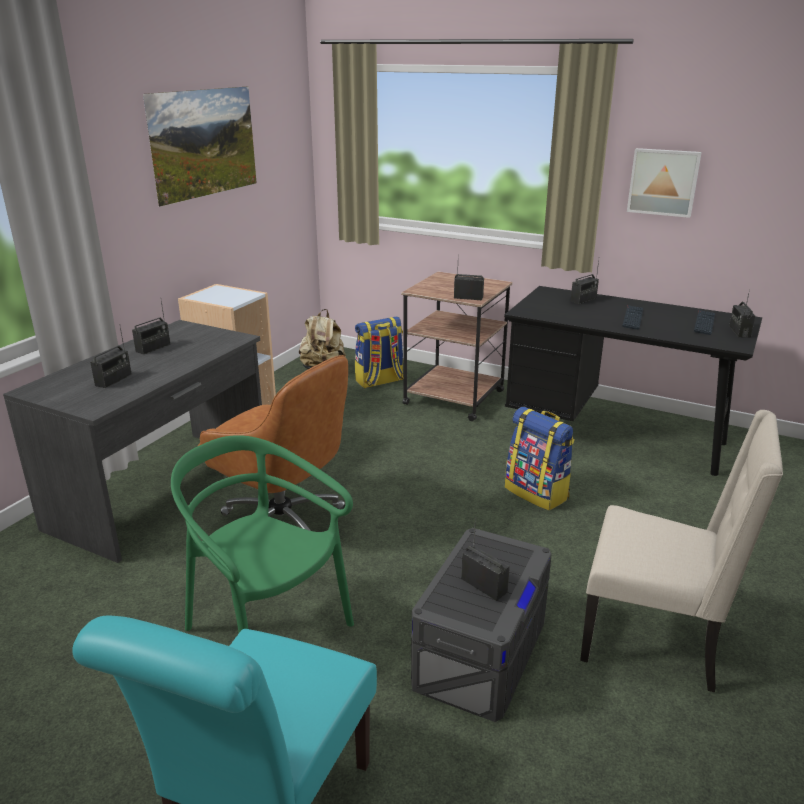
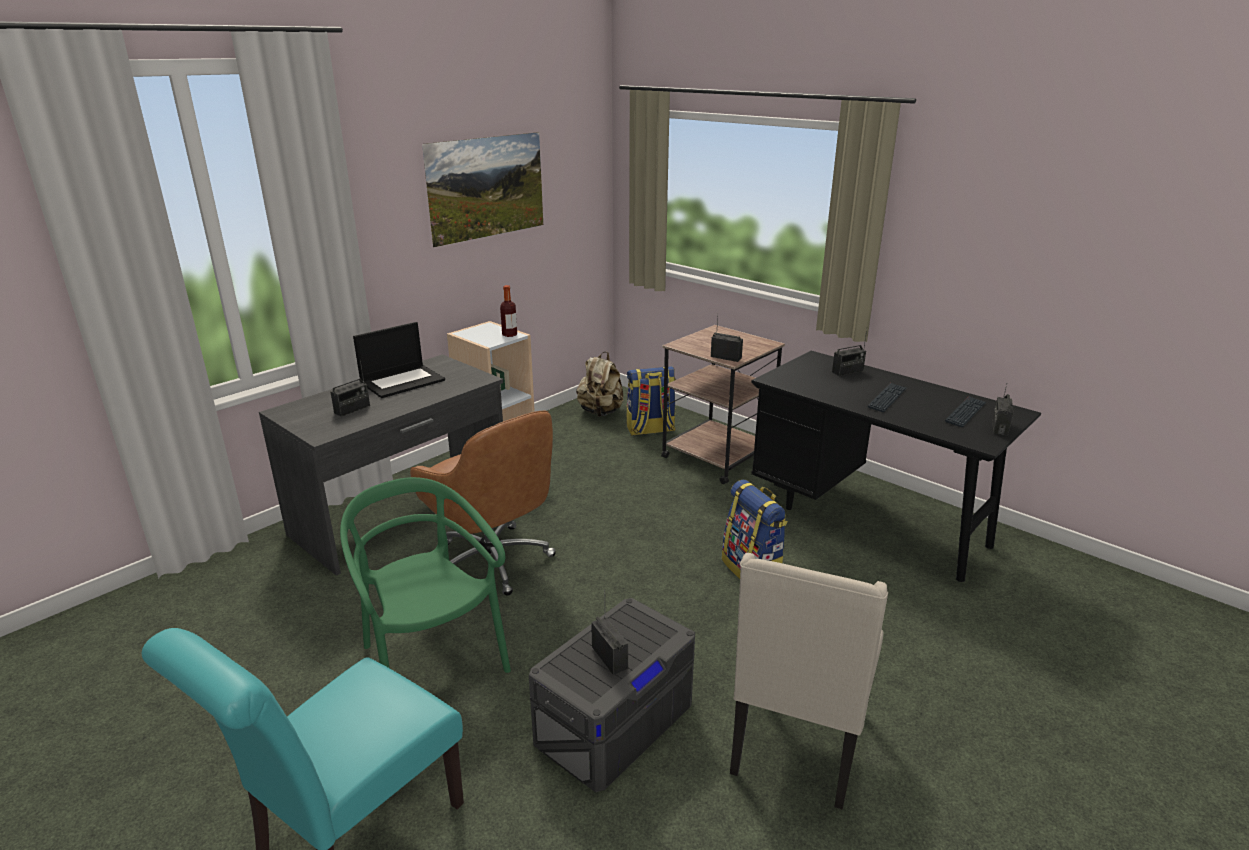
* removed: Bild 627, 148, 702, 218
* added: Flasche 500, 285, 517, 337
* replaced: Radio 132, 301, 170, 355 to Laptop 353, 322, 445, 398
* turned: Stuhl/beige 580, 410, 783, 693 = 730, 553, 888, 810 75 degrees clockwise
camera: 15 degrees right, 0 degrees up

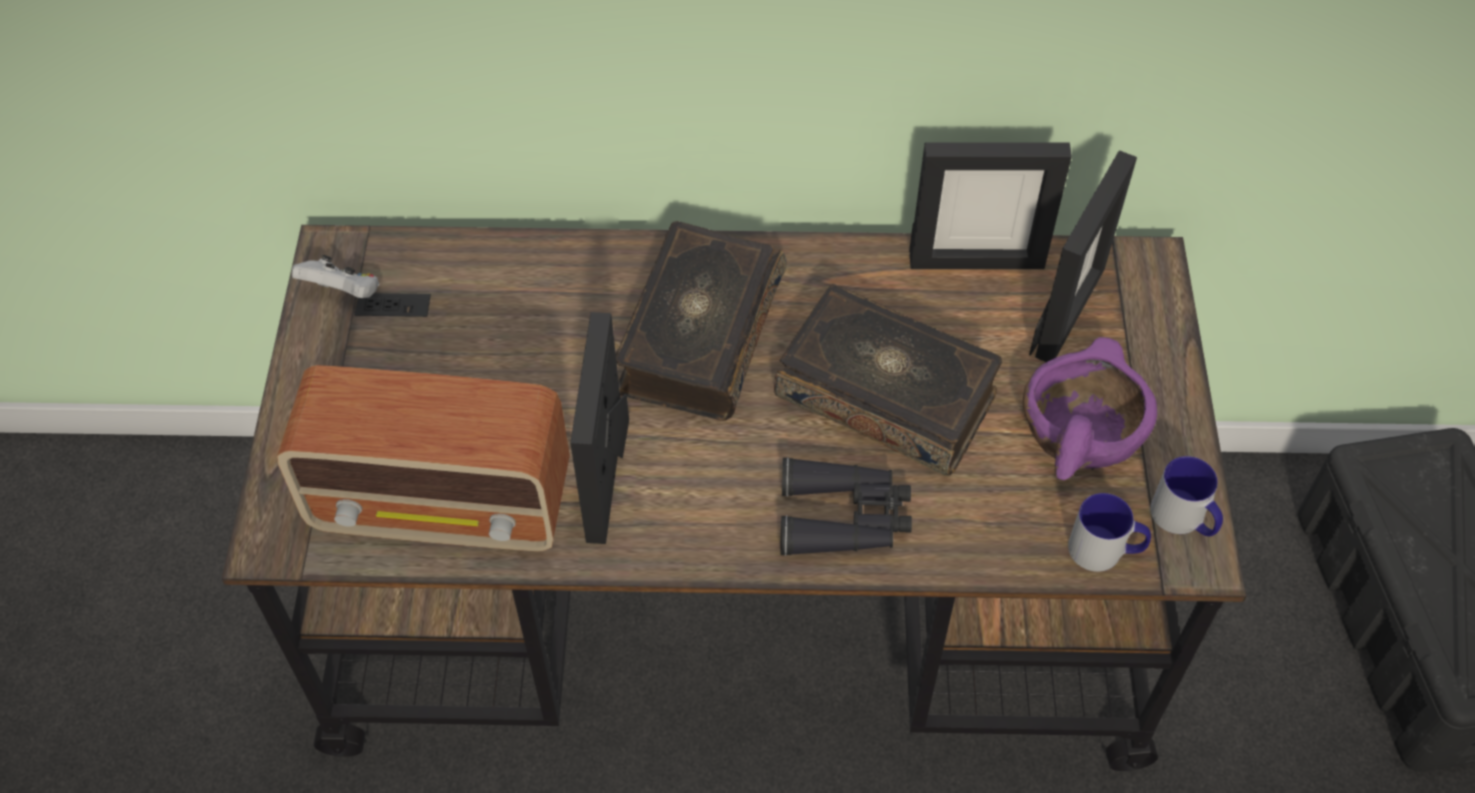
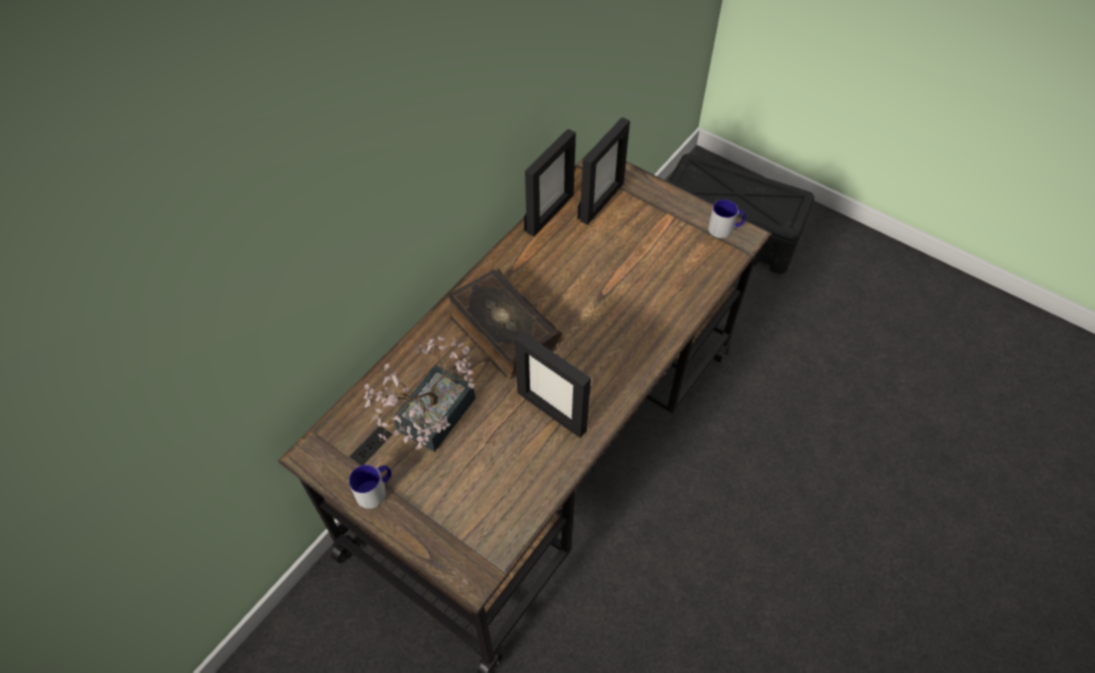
* removed: Radio 277, 365, 570, 552
* removed: Gamepad/weiß 291, 255, 379, 298
* removed: Buch 774, 284, 1002, 476
* removed: Fernglas/schwarz 780, 457, 912, 556
* removed: Schüssel/lila 1023, 337, 1157, 480
* added: Topfpflanze 364, 336, 475, 452
* moved: Henkelbecher 1068, 493, 1151, 572 to 349, 465, 392, 509
* turned: Bilderrahmen 1029, 150, 1137, 362 = 577, 117, 630, 225 60 degrees clockwise
camera: 55 degrees left, 0 degrees up

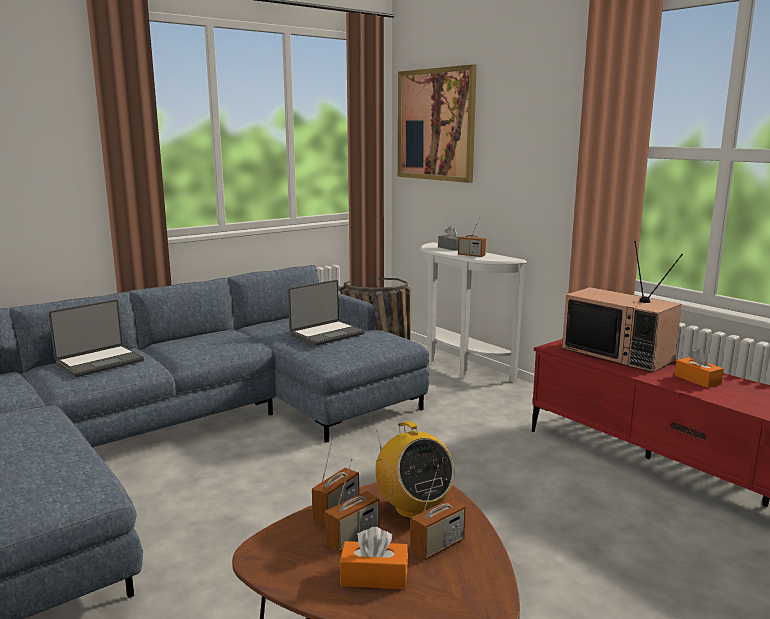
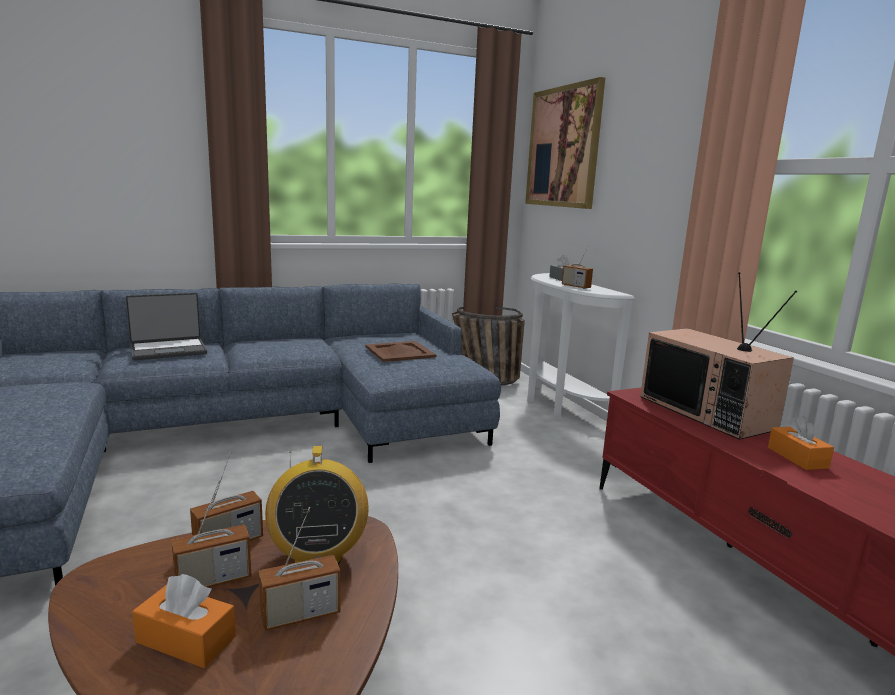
* replaced: Laptop 288, 280, 365, 346 to Tablett/braun 366, 341, 436, 362
camera: 15 degrees right, 0 degrees up

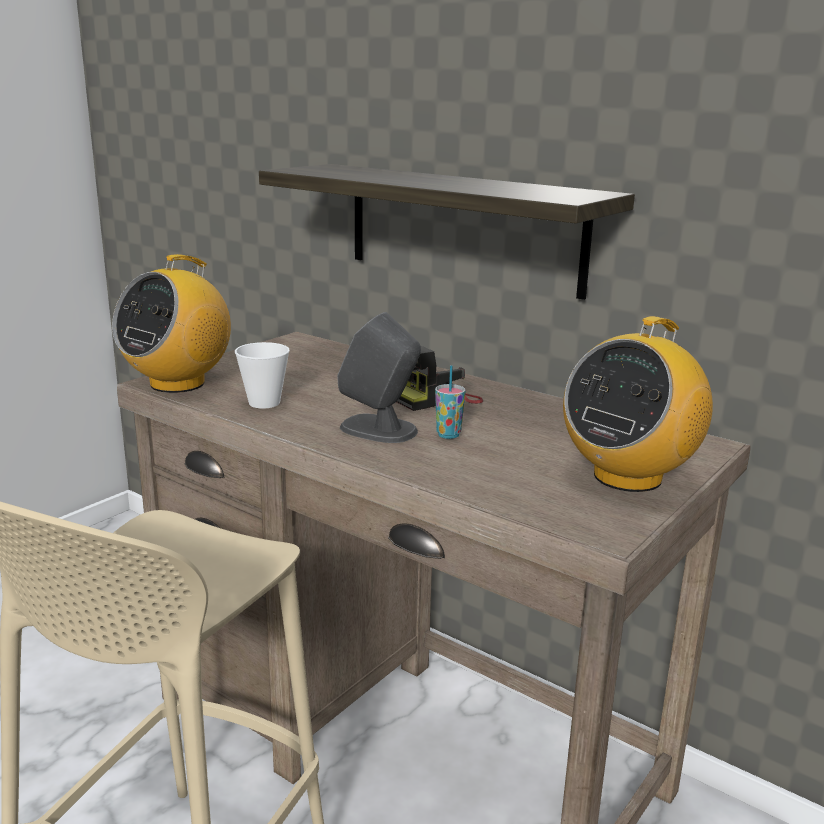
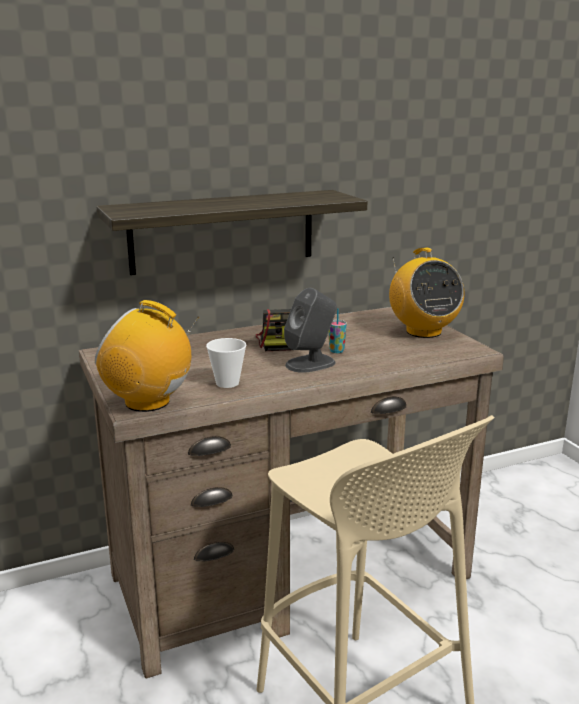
* turned: Radio 112, 254, 231, 393 = 95, 300, 199, 412 135 degrees clockwise
camera: 60 degrees left, 0 degrees up

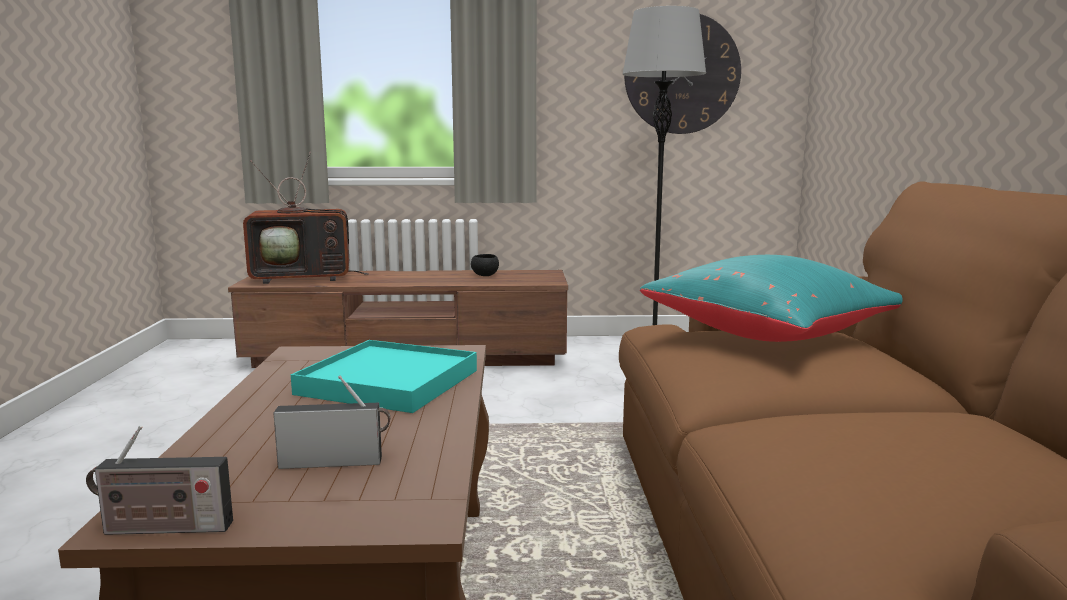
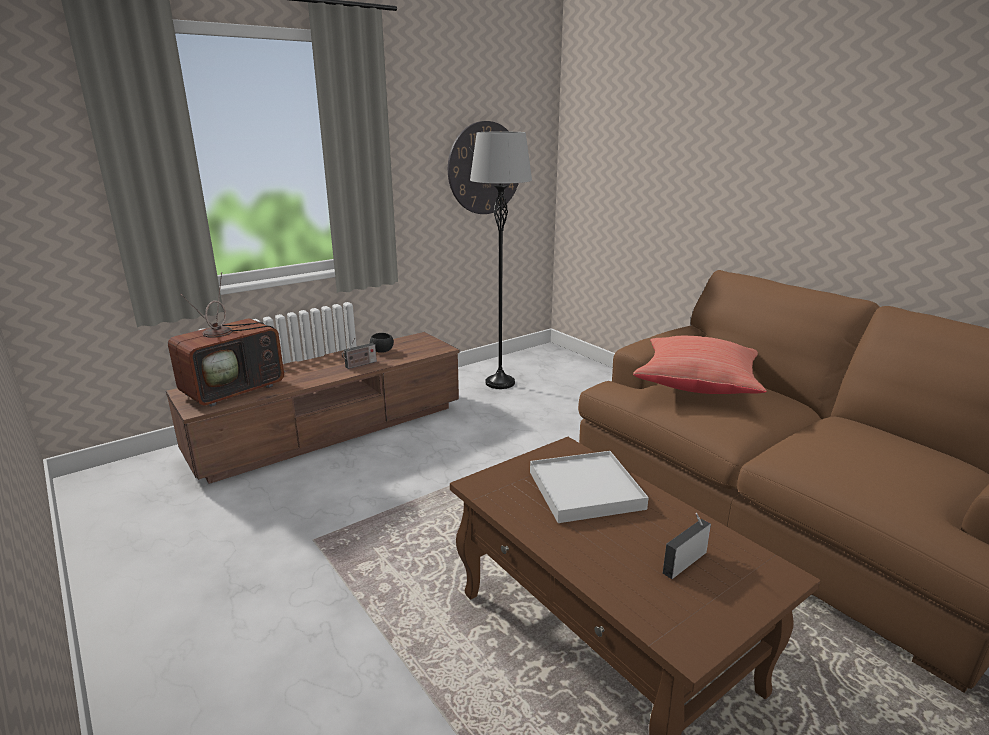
* moved: Radio 86, 425, 233, 535 to 341, 338, 377, 369
* recoloured: Tablett/türkis 291, 340, 477, 413 to Tablett/weiß 530, 451, 649, 523
* recoloured: Kissen/türkis 640, 255, 902, 342 to Kissen/rot 633, 336, 767, 394
camera: 35 degrees left, 10 degrees up

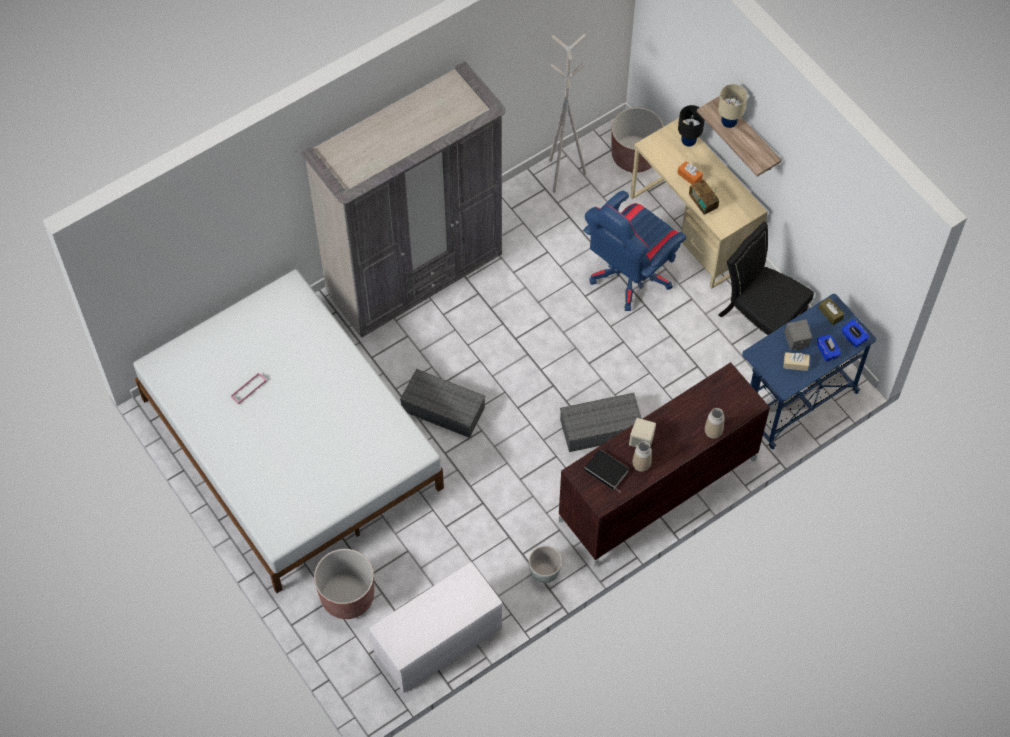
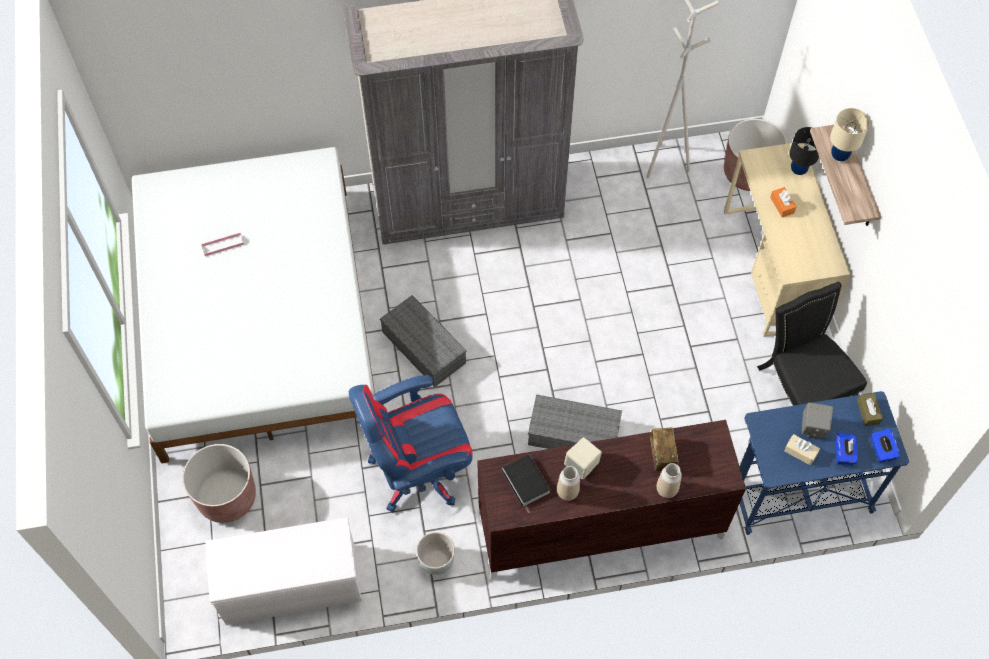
* moved: Bürostuhl/blau 584, 191, 686, 311 to 348, 375, 473, 512
* moved: Radio 689, 179, 719, 215 to 650, 427, 679, 471
camera: 25 degrees right, 0 degrees up

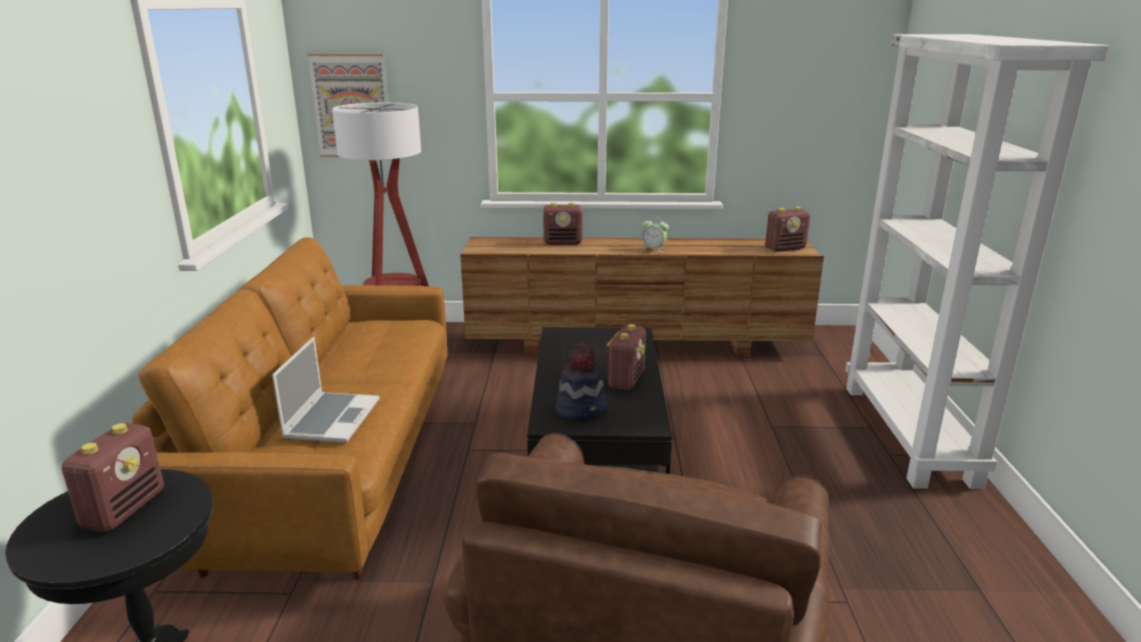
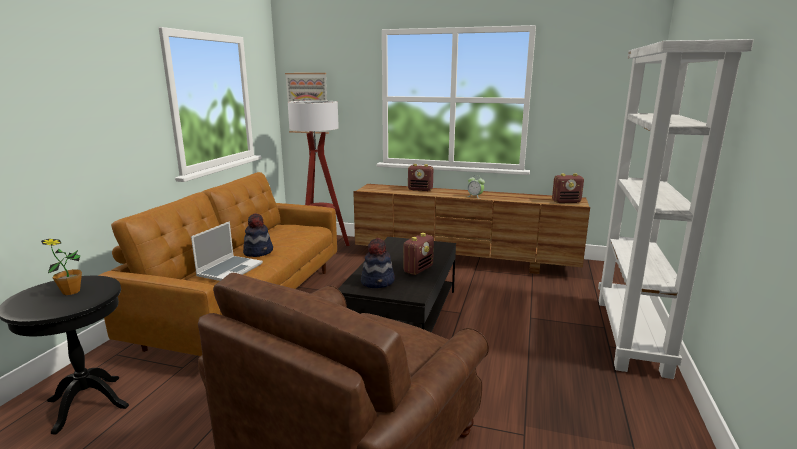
* added: Hut 243, 213, 273, 257
* replaced: Radio 62, 423, 164, 532 to Topfpflanze 41, 239, 82, 295
camera: 15 degrees right, 5 degrees down

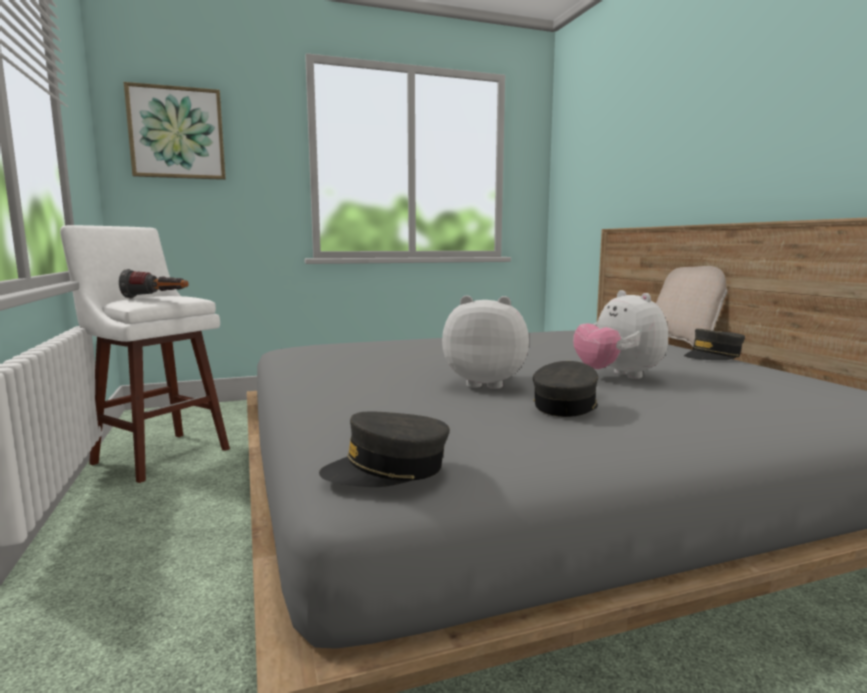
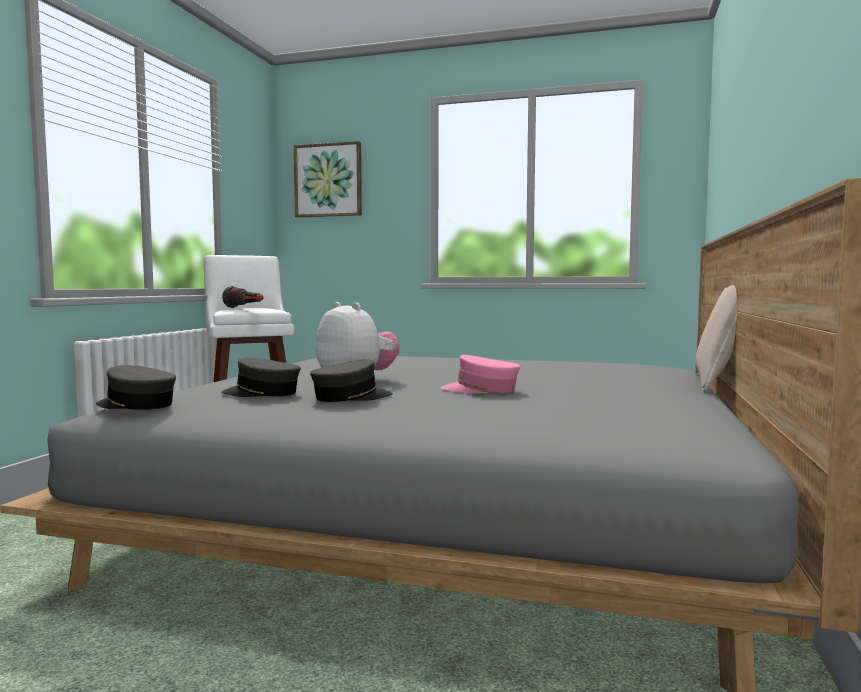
* moved: Kappe/grau 684, 329, 745, 360 to 221, 357, 301, 397
* replaced: Plüschtier 573, 290, 668, 379 to Kappe/rosa 441, 355, 520, 393
camera: 35 degrees right, 5 degrees down

